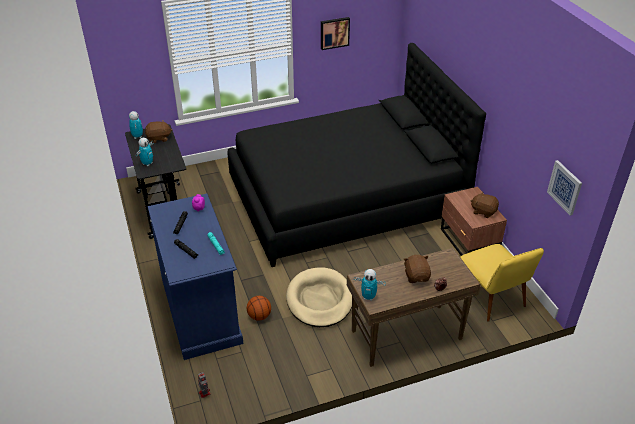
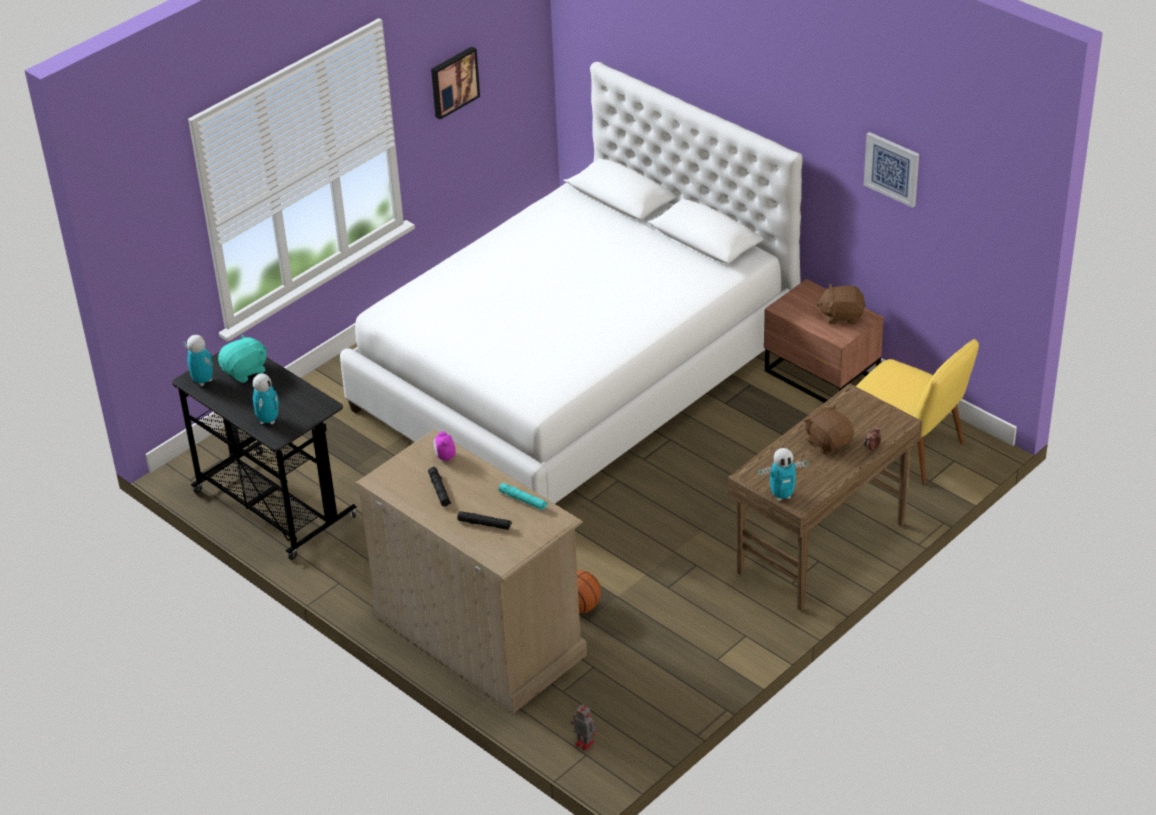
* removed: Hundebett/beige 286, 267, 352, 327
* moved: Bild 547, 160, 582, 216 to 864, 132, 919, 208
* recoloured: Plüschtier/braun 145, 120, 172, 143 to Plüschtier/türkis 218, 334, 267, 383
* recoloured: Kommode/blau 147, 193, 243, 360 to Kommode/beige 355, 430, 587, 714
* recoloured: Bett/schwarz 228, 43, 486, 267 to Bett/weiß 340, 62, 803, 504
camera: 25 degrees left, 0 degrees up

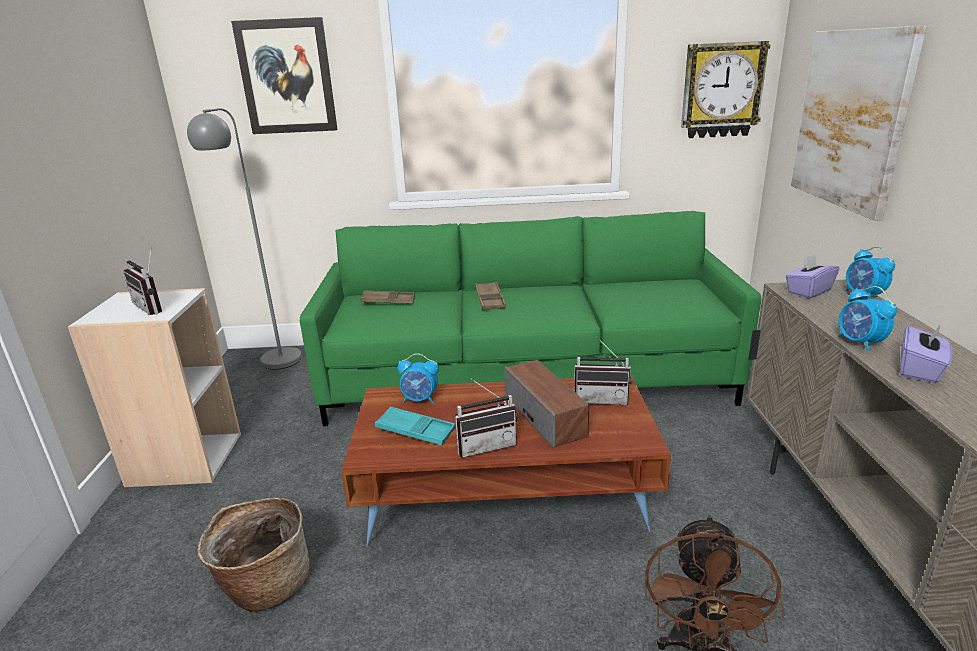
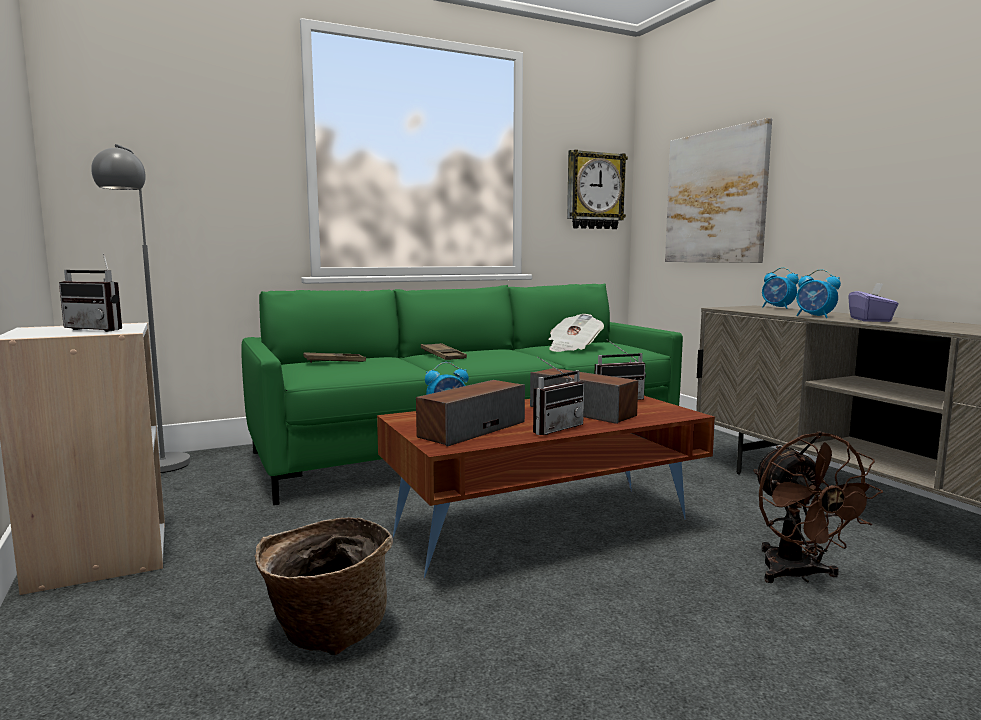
* removed: Bild 231, 17, 338, 134
* removed: Taschentuchbox/lila 786, 254, 840, 298
* added: Zeitung 549, 314, 604, 352
* replaced: Tablett/türkis 375, 406, 455, 445 to Lautsprecher 416, 380, 525, 447
camera: 25 degrees left, 15 degrees down

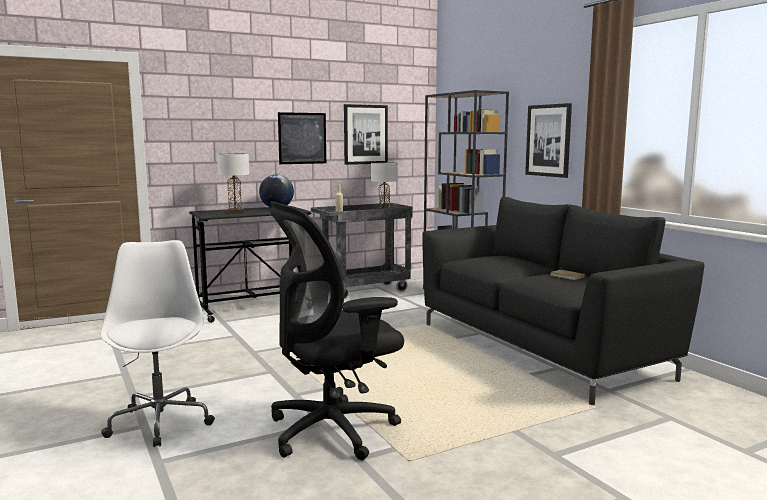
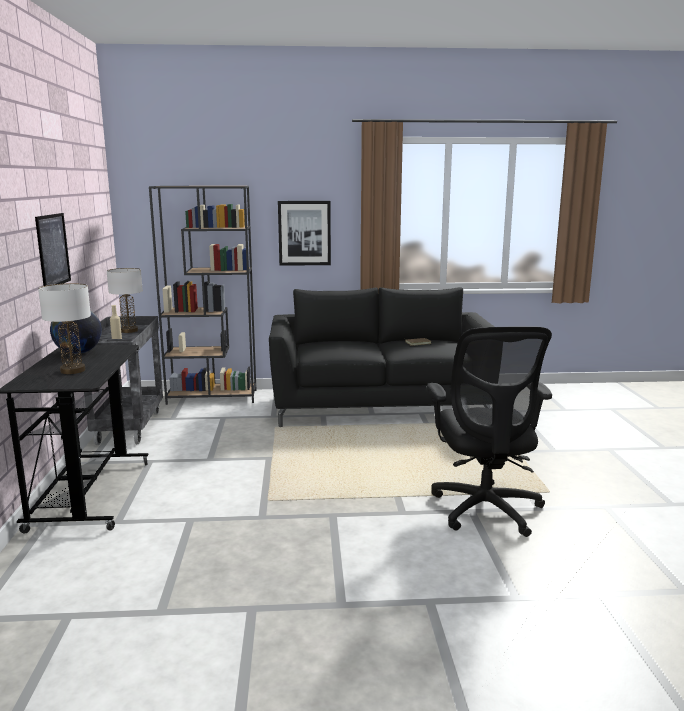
* removed: Bürostuhl/weiß 100, 240, 215, 447
* removed: Bild 344, 104, 388, 165
camera: 65 degrees left, 5 degrees up

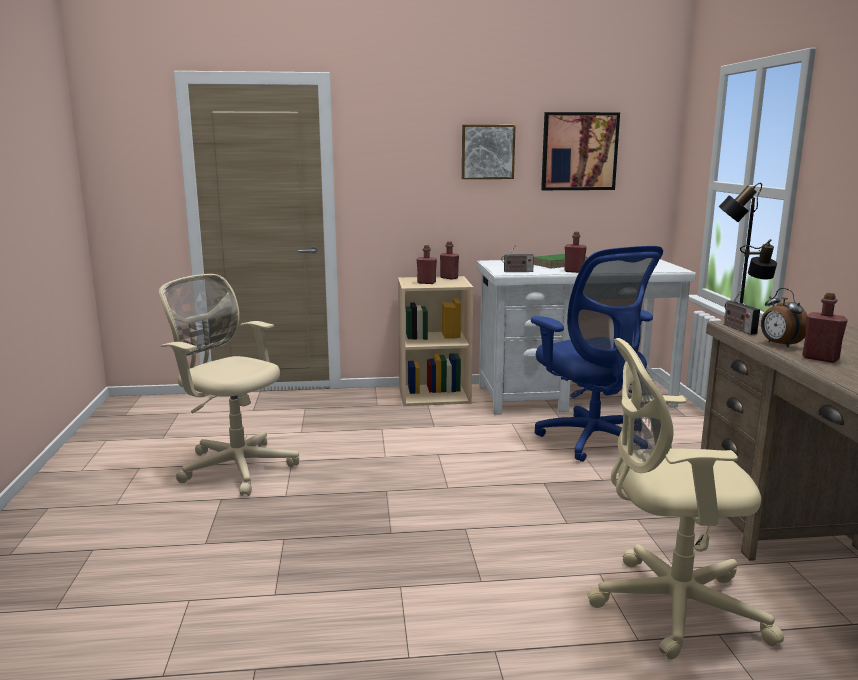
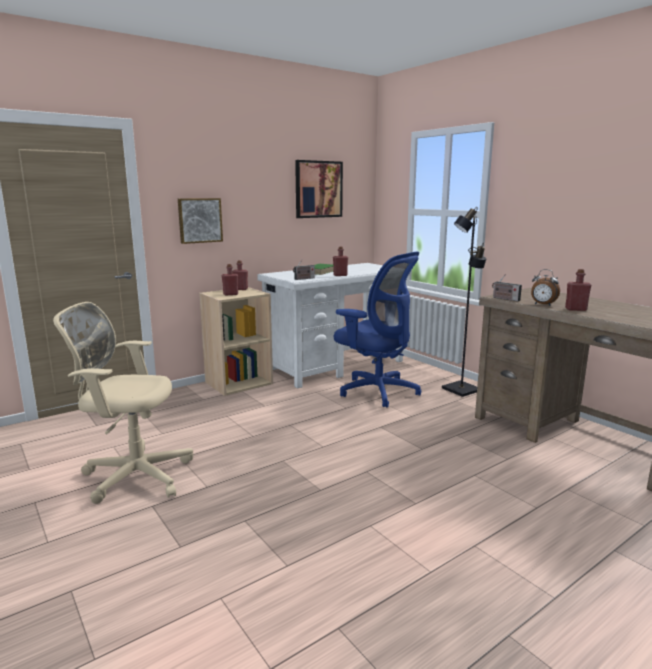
* removed: Bürostuhl/beige 587, 338, 784, 660
* moved: Bild 462, 125, 516, 179 to 178, 198, 223, 244
camera: 30 degrees left, 0 degrees up

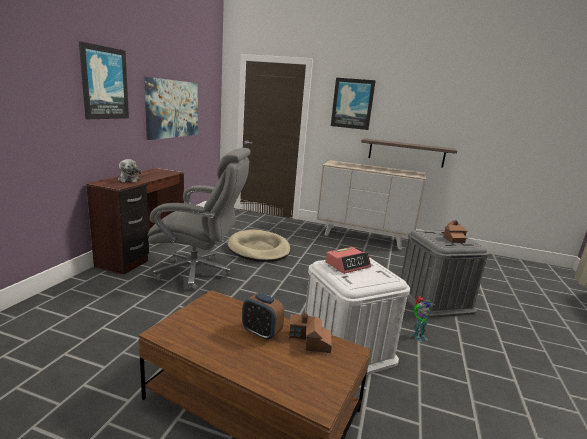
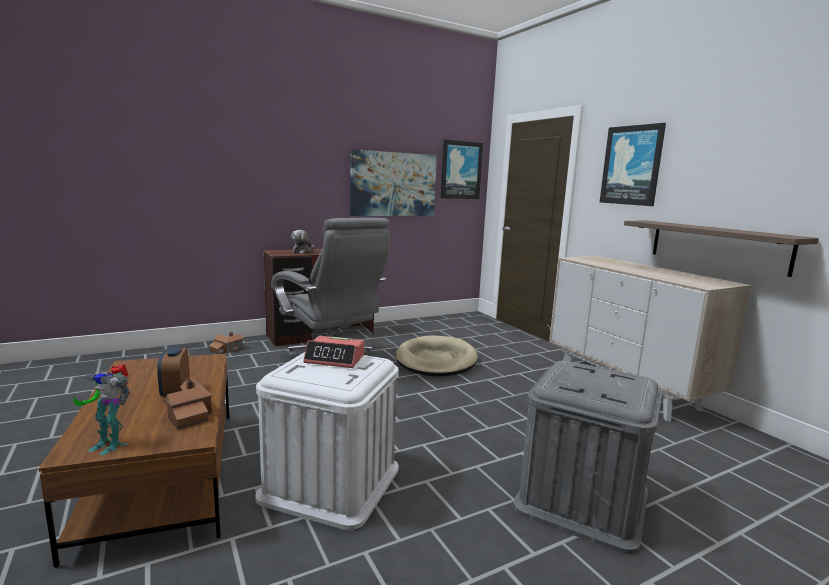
* moved: Bild 79, 41, 129, 119 to 441, 140, 483, 199
* moved: Spielzeugroboter 411, 296, 435, 342 to 74, 364, 130, 455
* moved: Spielzeughaus 443, 220, 468, 243 to 209, 332, 244, 354
camera: 45 degrees right, 5 degrees down

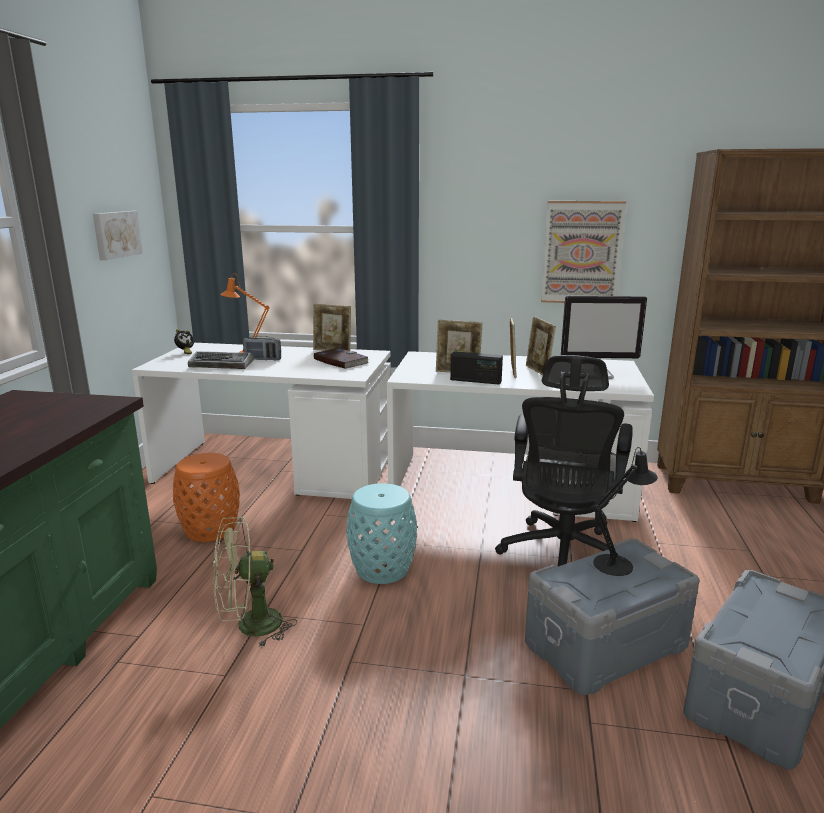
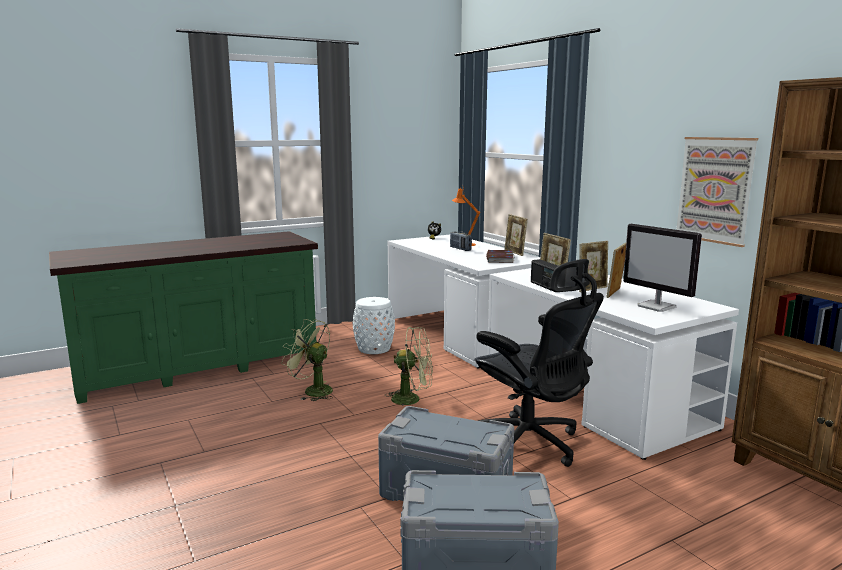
* removed: Bild 93, 211, 143, 260
* removed: Tastatur 188, 351, 254, 369
* removed: Tischlampe/schwarz 593, 447, 657, 576
* replaced: Hocker/türkis 346, 483, 417, 584 to Ventilator/grün 384, 327, 433, 406
* recoloured: Hocker/orange 173, 453, 240, 542 to Hocker/weiß 353, 297, 395, 354
* turned: Bürostuhl 495, 355, 633, 566 = 474, 259, 604, 467 105 degrees counterclockwise
camera: 50 degrees right, 5 degrees down

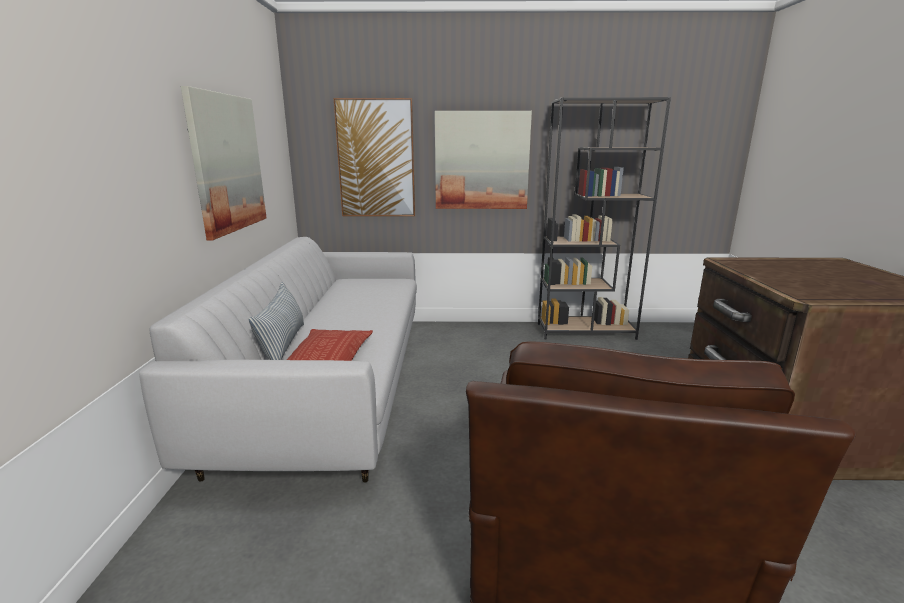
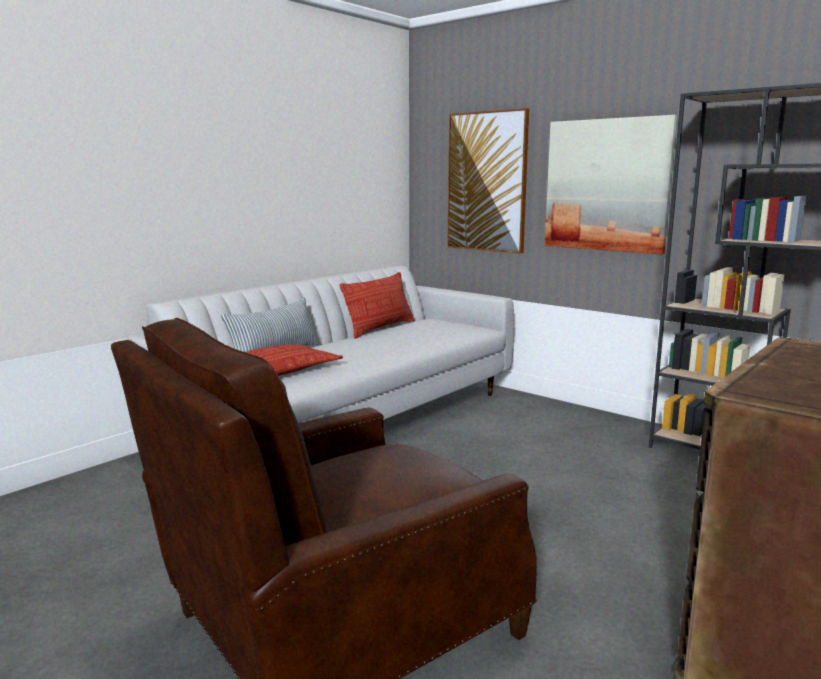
* removed: Bild 181, 86, 267, 240
* added: Kissen 340, 272, 415, 339
camera: 40 degrees right, 5 degrees down

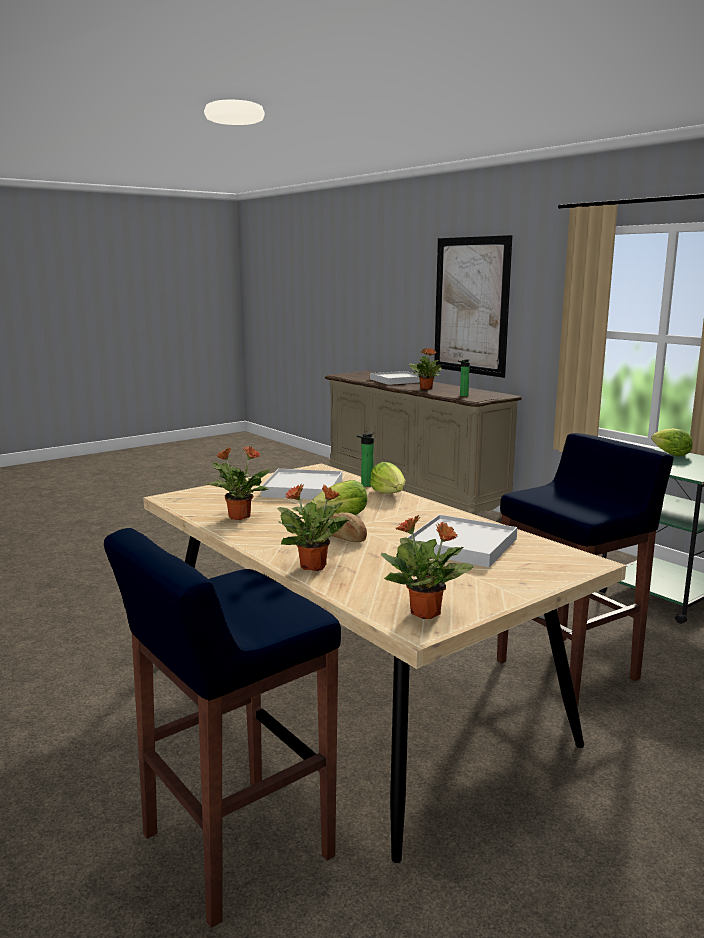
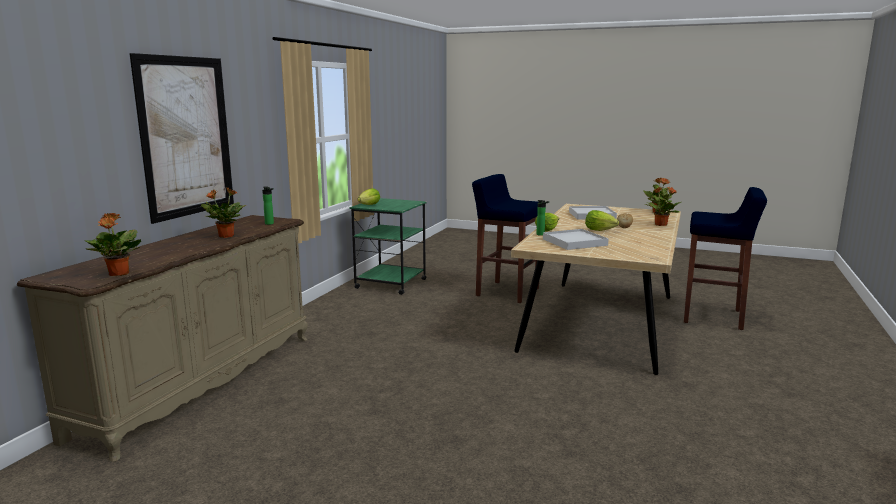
* removed: Tablett/weiß 370, 371, 420, 385
* moved: Topfpflanze 206, 446, 271, 520 to 85, 213, 141, 276
camera: 120 degrees left, 0 degrees up

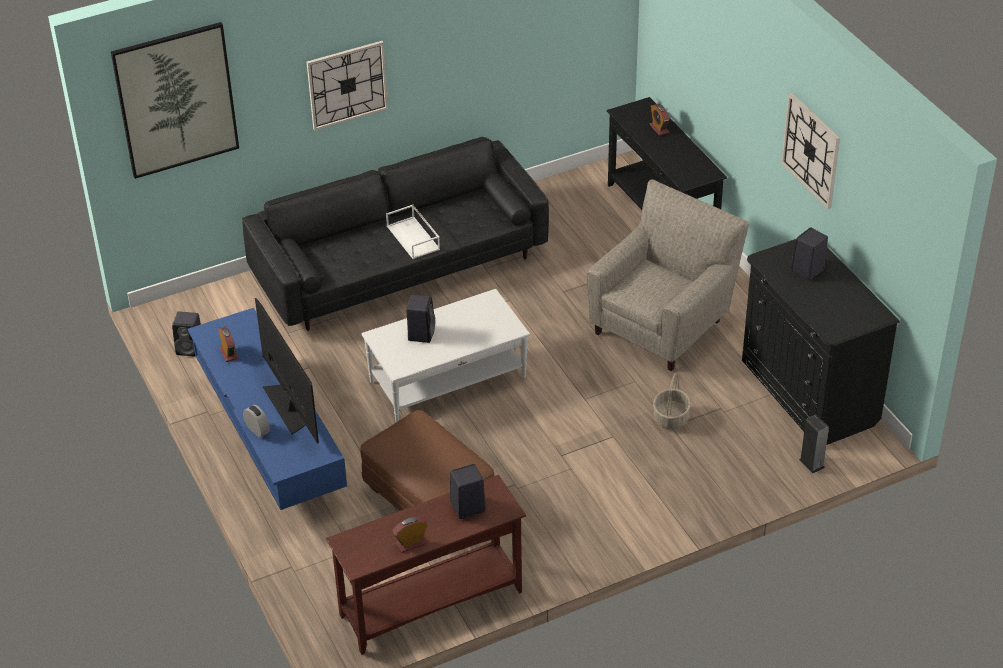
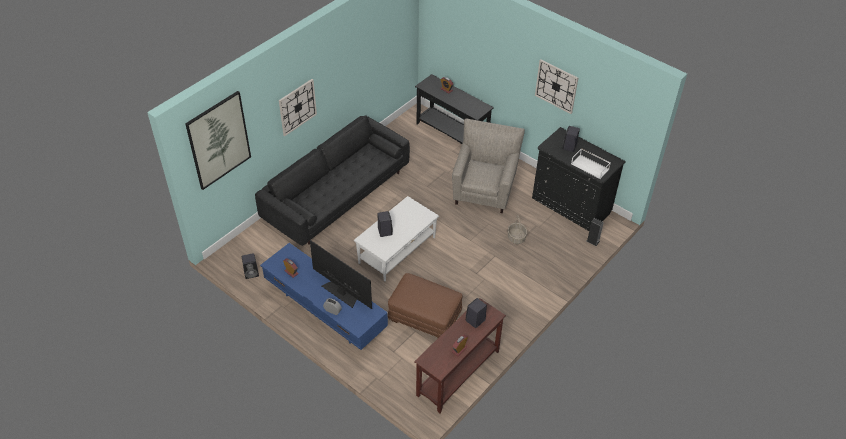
* moved: Tablett/weiß 386, 204, 440, 259 to 571, 148, 611, 179
camera: 25 degrees left, 5 degrees up

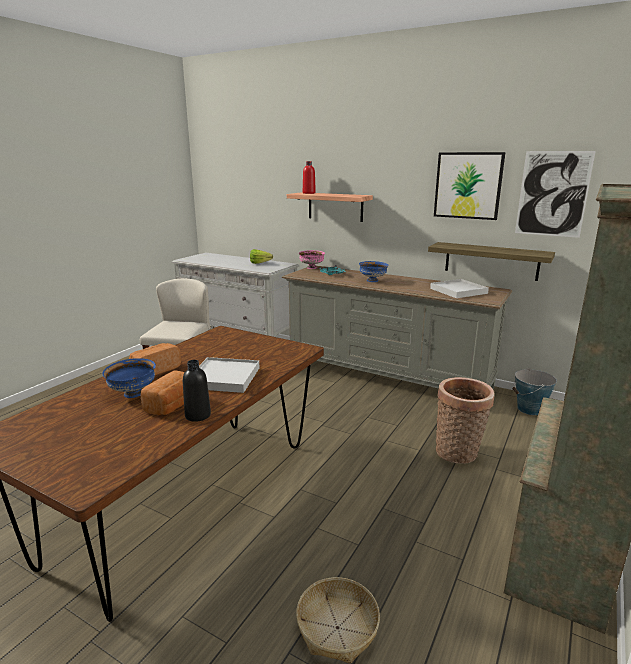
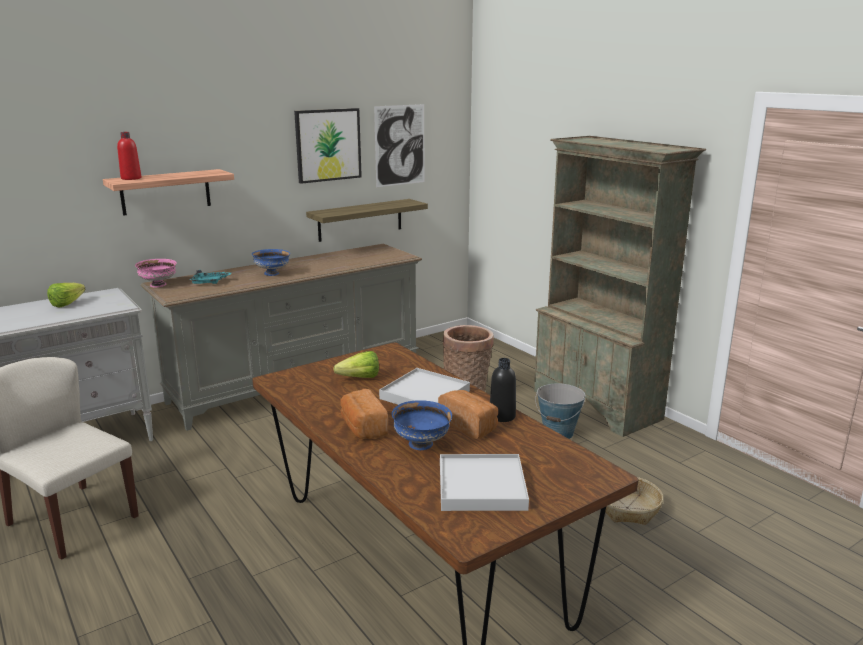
* added: Salatkopf 333, 351, 379, 378
* moved: Tablett/weiß 430, 279, 489, 298 to 440, 454, 529, 511
* moved: Eimer 513, 368, 557, 415 to 535, 383, 586, 439
camera: 65 degrees left, 0 degrees up

